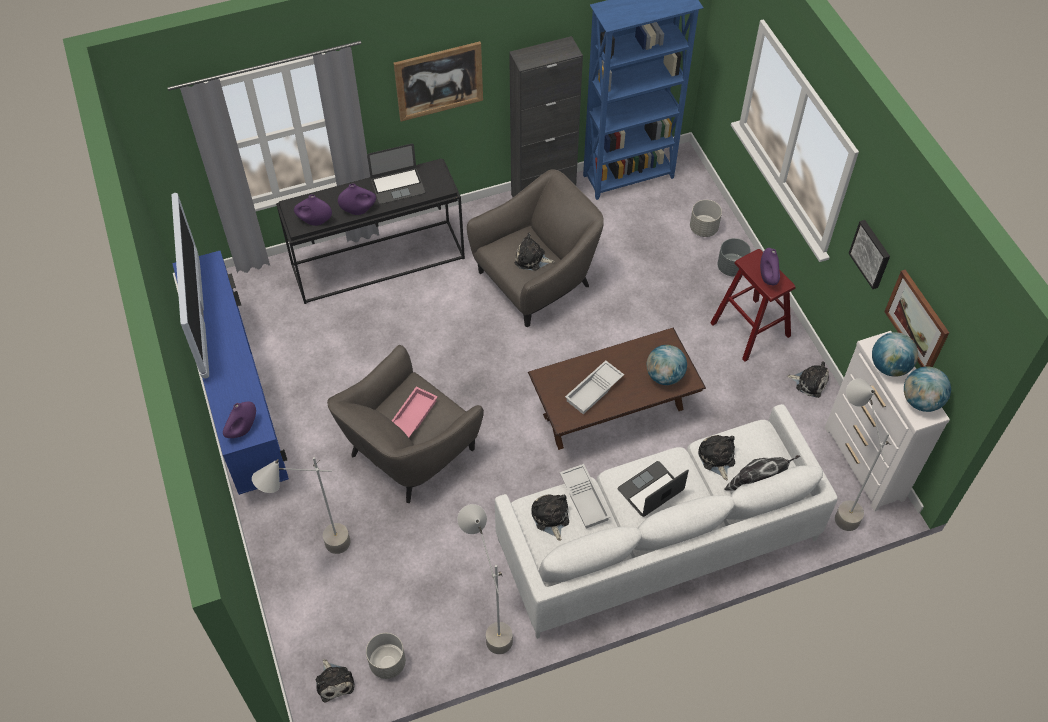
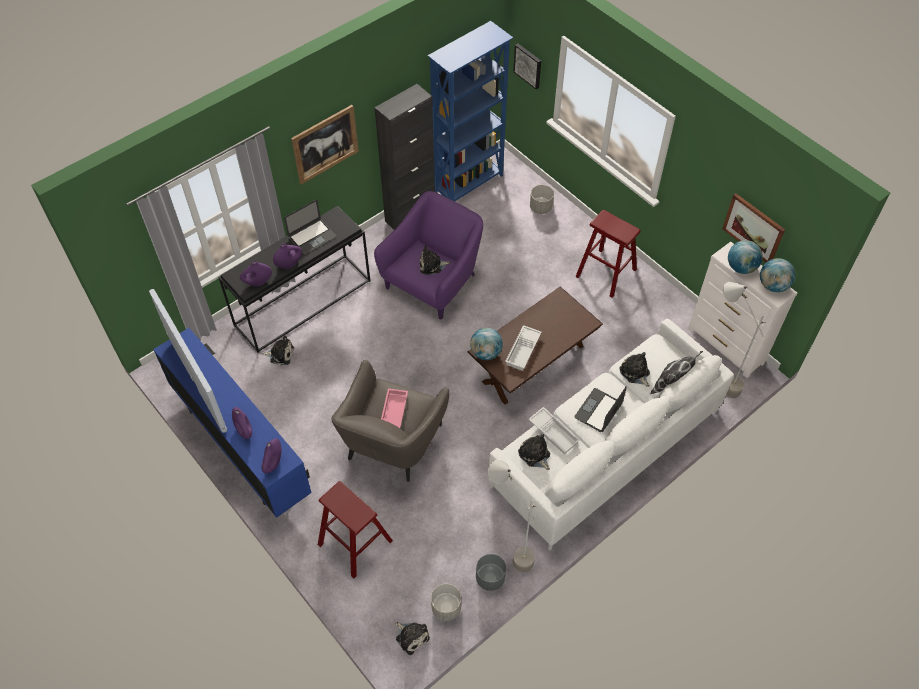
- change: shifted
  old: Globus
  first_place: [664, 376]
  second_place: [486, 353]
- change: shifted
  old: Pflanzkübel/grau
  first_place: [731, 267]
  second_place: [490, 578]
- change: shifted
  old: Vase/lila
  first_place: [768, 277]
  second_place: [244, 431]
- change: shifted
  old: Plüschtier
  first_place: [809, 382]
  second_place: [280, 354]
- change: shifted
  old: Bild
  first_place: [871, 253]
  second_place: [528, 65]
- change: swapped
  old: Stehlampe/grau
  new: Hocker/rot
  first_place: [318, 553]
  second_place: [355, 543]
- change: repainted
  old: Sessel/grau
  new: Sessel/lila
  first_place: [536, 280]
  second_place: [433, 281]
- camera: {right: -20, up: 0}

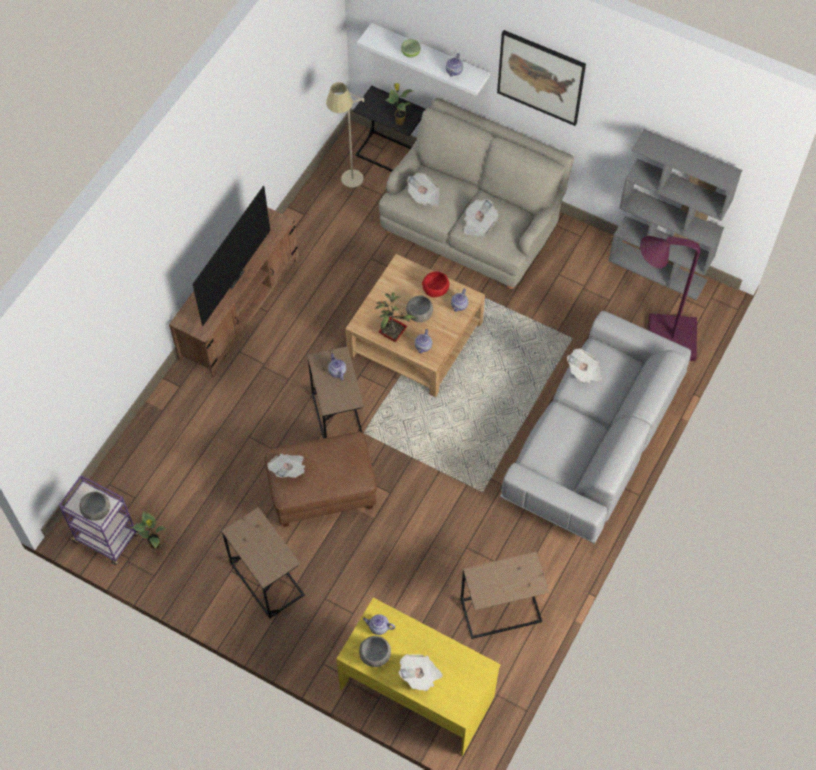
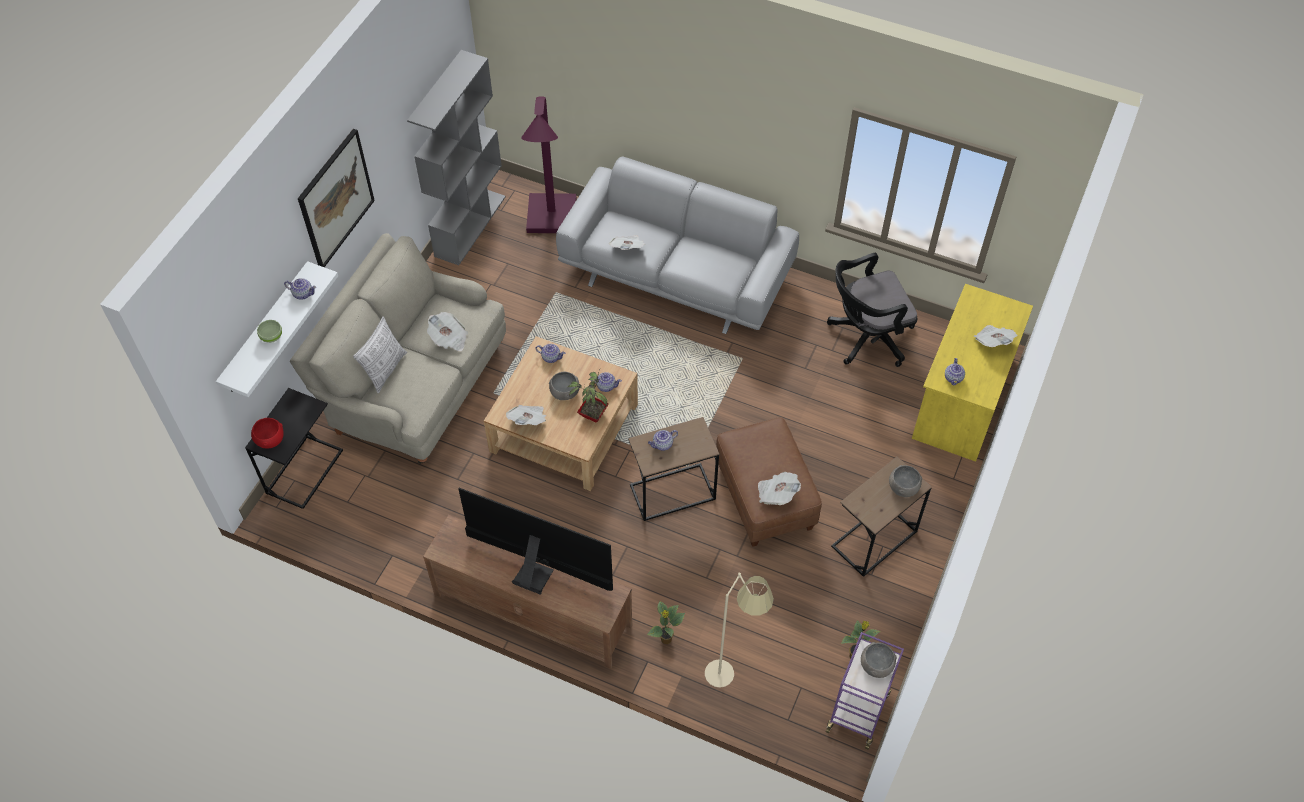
- change: new
  new: Kissen
  second_place: [385, 370]
- change: shifted
  old: Stehlampe/beige
  first_place: [349, 186]
  second_place: [733, 676]
- change: shifted
  old: Schüssel/grau
  first_place: [375, 655]
  second_place: [903, 487]
- change: shifted
  old: Topfpflanze
  first_place: [399, 121]
  second_place: [666, 640]
- change: shifted
  old: Zeitung
  first_place: [424, 196]
  second_place: [528, 420]
- change: shifted
  old: Schüssel/rot
  first_place: [435, 289]
  second_place: [270, 439]
- change: swapped
  old: Beistelltisch/braun
  new: Bürostuhl/schwarz
  first_place: [501, 610]
  second_place: [866, 337]
- camera: {right: -95, up: -5}

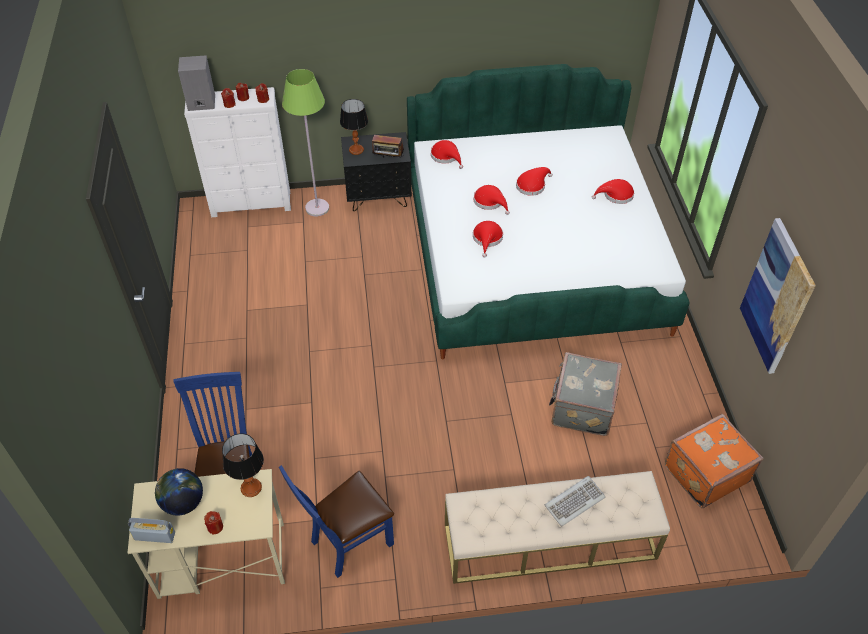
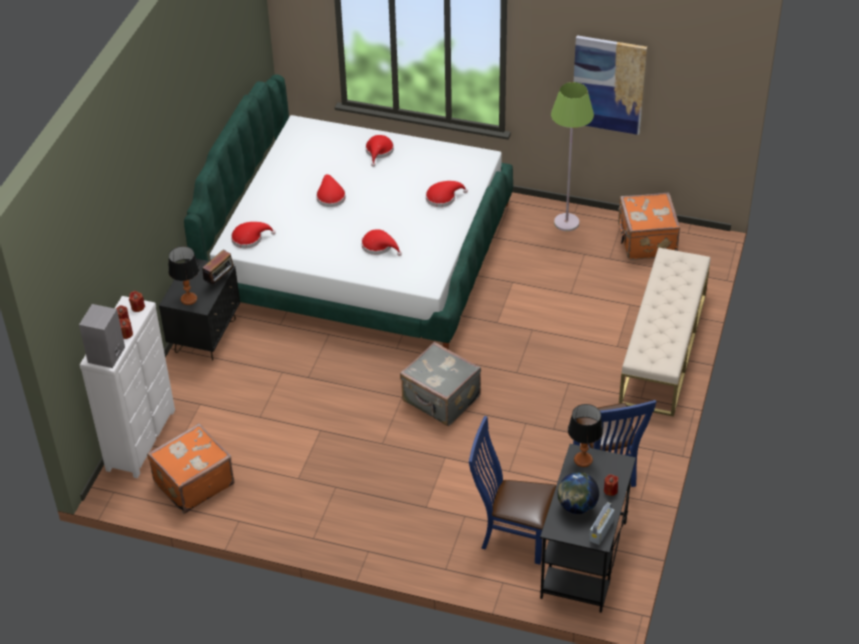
- change: gone
  old: Tastatur
  first_place: [574, 501]
- change: new
  new: Koffer/orange
  second_place: [193, 482]
- change: shifted
  old: Stehlampe/grün
  first_place: [317, 208]
  second_place: [566, 222]
- change: shifted
  old: Hut/rot
  first_place: [490, 202]
  second_place: [443, 197]
- change: shifted
  old: Koffer/grau
  first_place: [581, 407]
  second_place: [440, 400]
- change: repainted
  old: Schreibtisch/beige
  new: Schreibtisch/schwarz
  first_place: [221, 560]
  second_place: [584, 560]
- camera: {right: -65, up: -5}

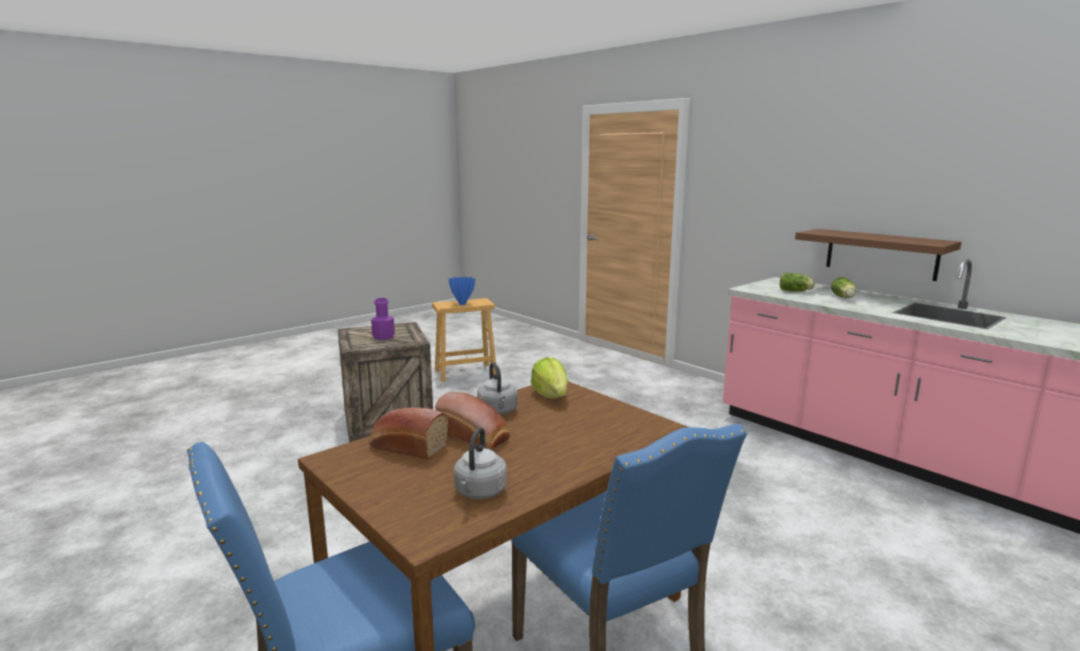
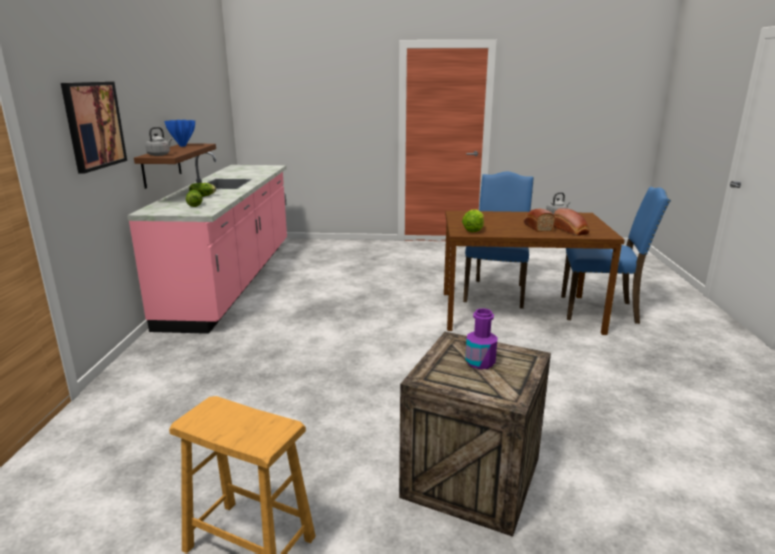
- change: new
  new: Bild
  second_place: [94, 125]
- change: shifted
  old: Vase/blau
  first_place: [462, 304]
  second_place: [182, 146]
- change: shifted
  old: Wasserkessel/grau
  first_place: [498, 412]
  second_place: [160, 155]
- camera: {right: -135, up: 5}

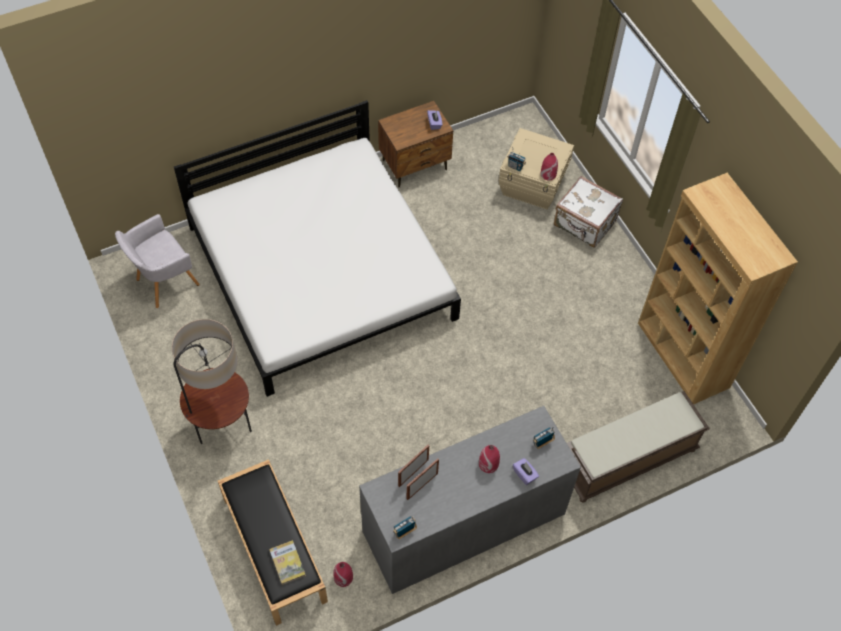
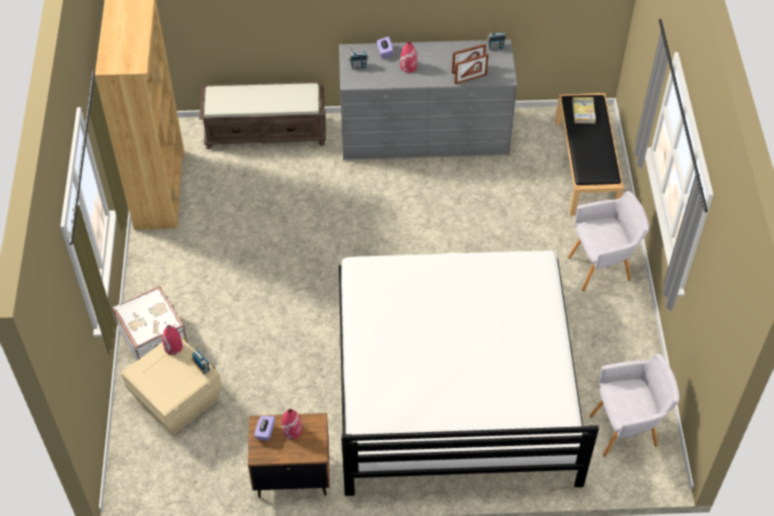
- change: shifted
  old: Vase/rot
  first_place: [343, 577]
  second_place: [292, 430]
- change: swapped
  old: Stehlampe
  new: Sessel/grau
  first_place: [223, 428]
  second_place: [602, 268]
- camera: {right: -155, up: -5}

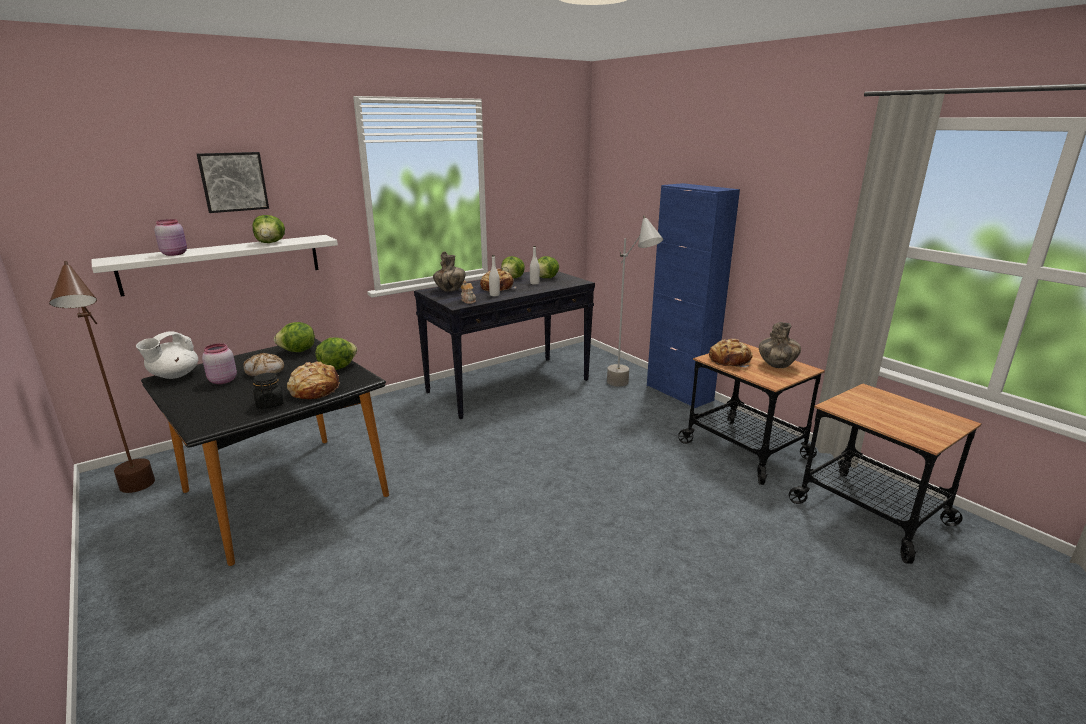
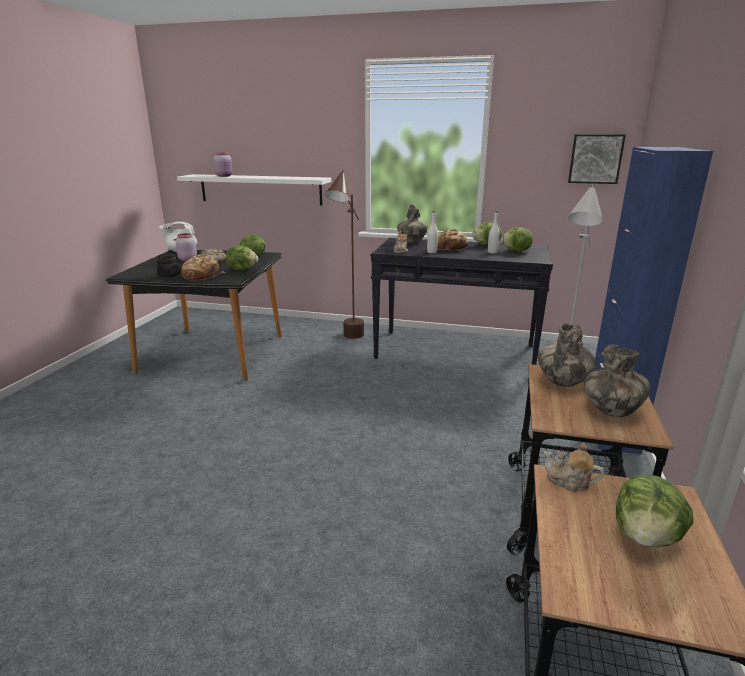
- change: new
  new: Teekanne
  second_place: [569, 482]
- change: shifted
  old: Stehlampe/braun
  first_place: [138, 496]
  second_place: [348, 341]
- change: shifted
  old: Bild
  first_place: [233, 181]
  second_place: [595, 159]
- change: shifted
  old: Salatkopf
  first_place: [270, 243]
  second_place: [645, 536]
- change: swapped
  old: Brot
  new: Vase
  first_place: [730, 361]
  second_place: [562, 382]
- camera: {right: 50, up: 0}

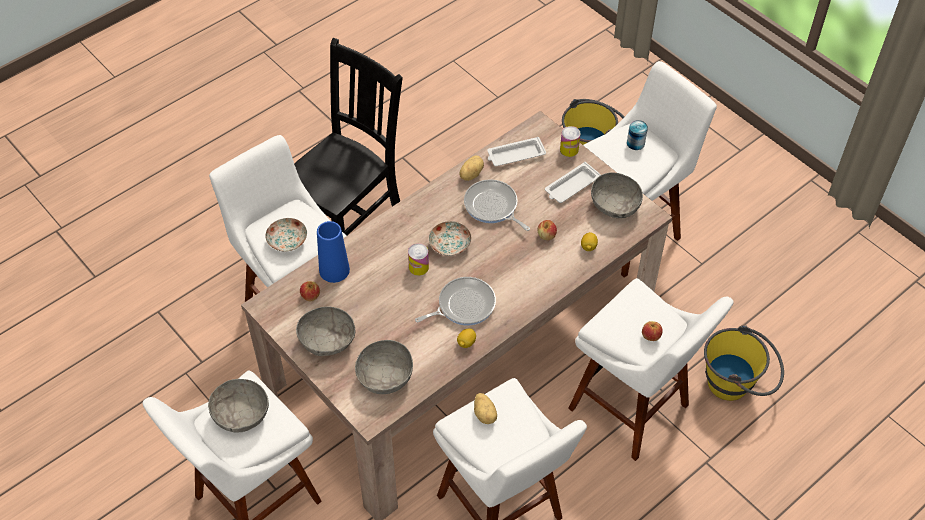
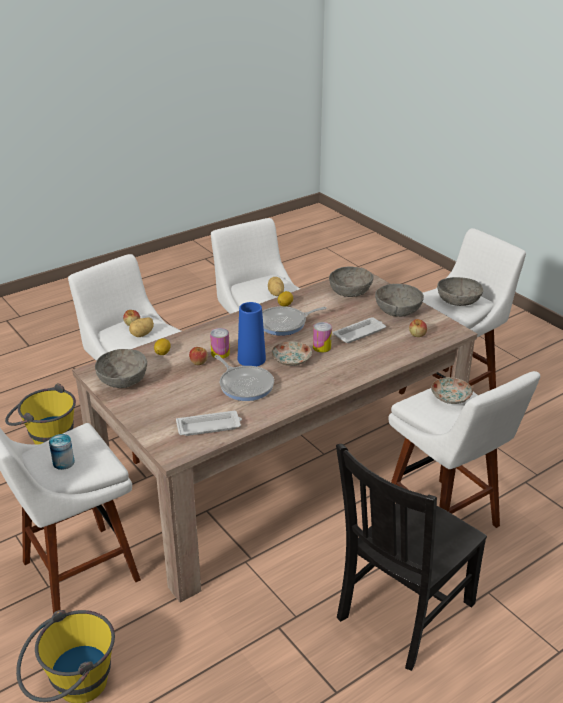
- change: shifted
  old: Vase/blau
  first_place: [334, 270]
  second_place: [251, 359]
- change: shifted
  old: Kartoffel
  first_place: [470, 174]
  second_place: [142, 334]
- change: shifted
  old: Tablett/weiß
  first_place: [571, 186]
  second_place: [360, 333]
- change: shifted
  old: Dose
  first_place: [569, 149]
  second_place: [220, 353]
- camera: {right: -175, up: -20}

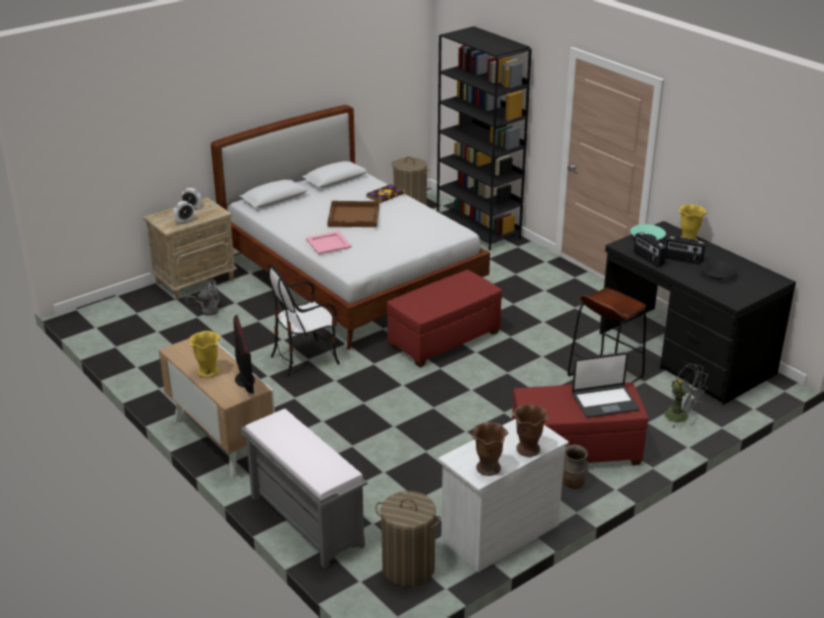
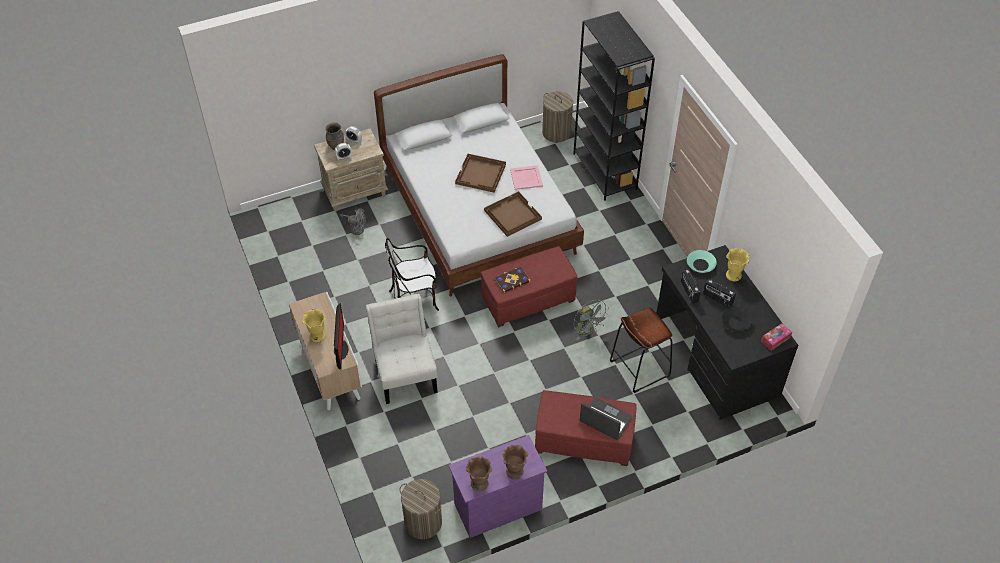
- change: gone
  old: Bank/grau
  first_place: [305, 521]
- change: new
  new: Stuhl/weiß
  second_place: [405, 372]
- change: new
  new: Tablett/braun
  second_place: [512, 215]
- change: new
  new: Taschentuchbox
  second_place: [775, 339]
- change: shifted
  old: Tablett/rosa
  first_place: [328, 243]
  second_place: [526, 177]
- change: shifted
  old: Buch
  first_place: [385, 194]
  second_place: [512, 280]
- change: shifted
  old: Vase/braun
  first_place: [573, 484]
  second_place: [336, 146]
- change: shifted
  old: Ventilator/grau
  first_place: [681, 417]
  second_place: [588, 331]
- change: repainted
  old: Kommode/weiß
  new: Kommode/lila
  first_place: [499, 533]
  second_place: [497, 506]
- change: rotated
  old: Laptop
  first_place: [604, 402]
  second_place: [605, 420]
  degrees: -150
- camera: {right: 15, up: 20}

